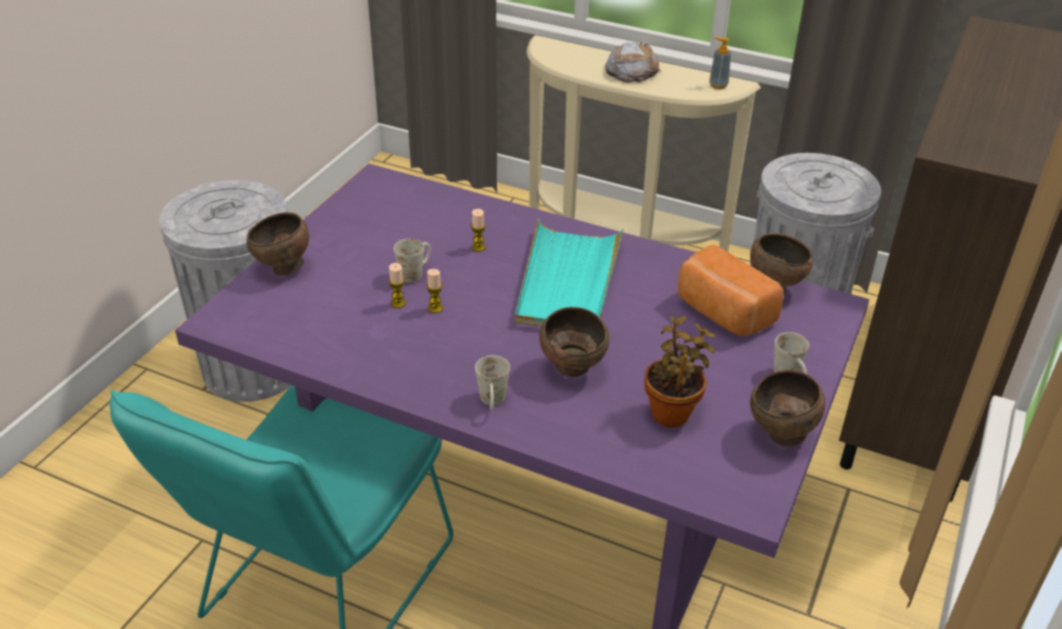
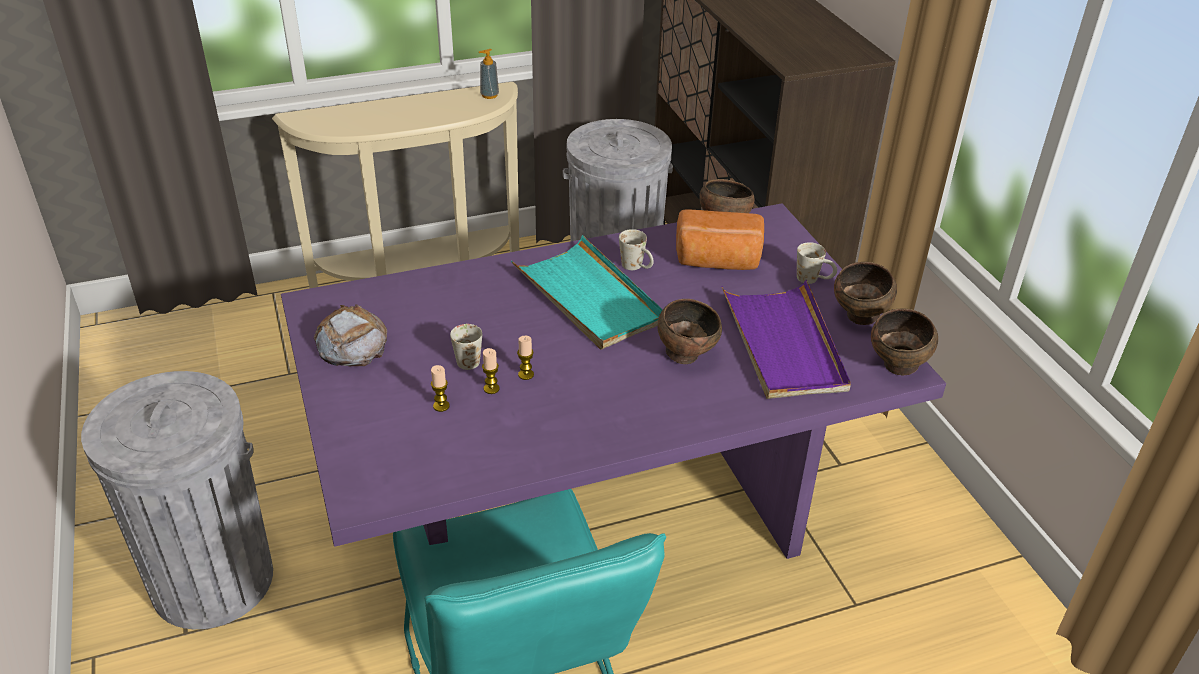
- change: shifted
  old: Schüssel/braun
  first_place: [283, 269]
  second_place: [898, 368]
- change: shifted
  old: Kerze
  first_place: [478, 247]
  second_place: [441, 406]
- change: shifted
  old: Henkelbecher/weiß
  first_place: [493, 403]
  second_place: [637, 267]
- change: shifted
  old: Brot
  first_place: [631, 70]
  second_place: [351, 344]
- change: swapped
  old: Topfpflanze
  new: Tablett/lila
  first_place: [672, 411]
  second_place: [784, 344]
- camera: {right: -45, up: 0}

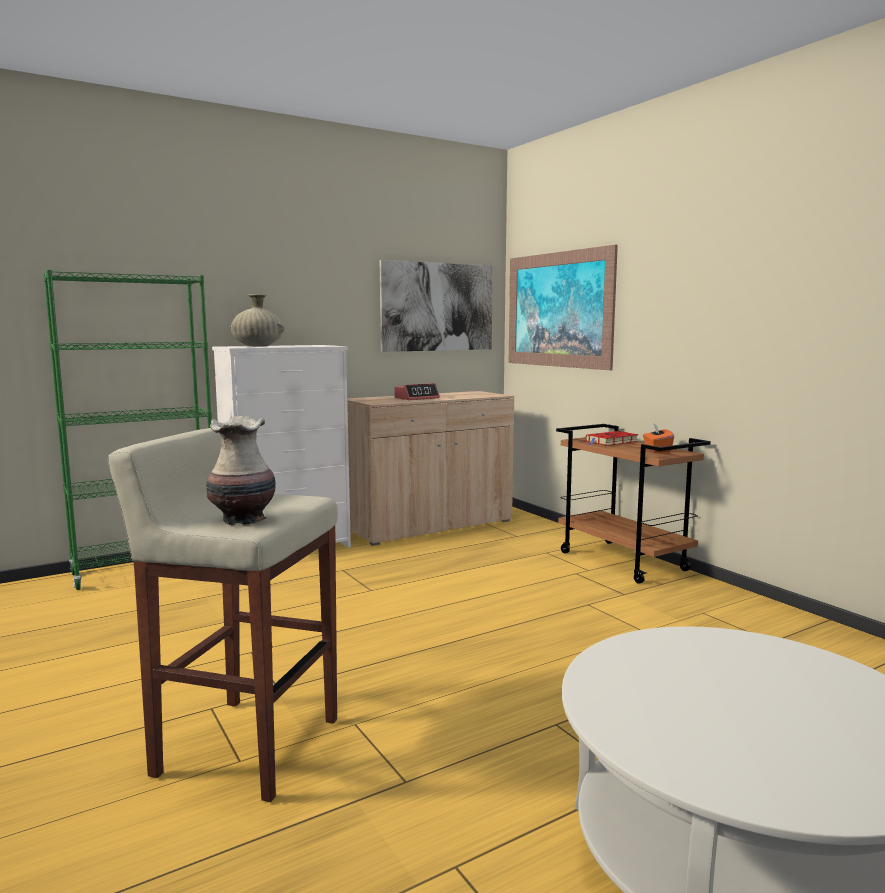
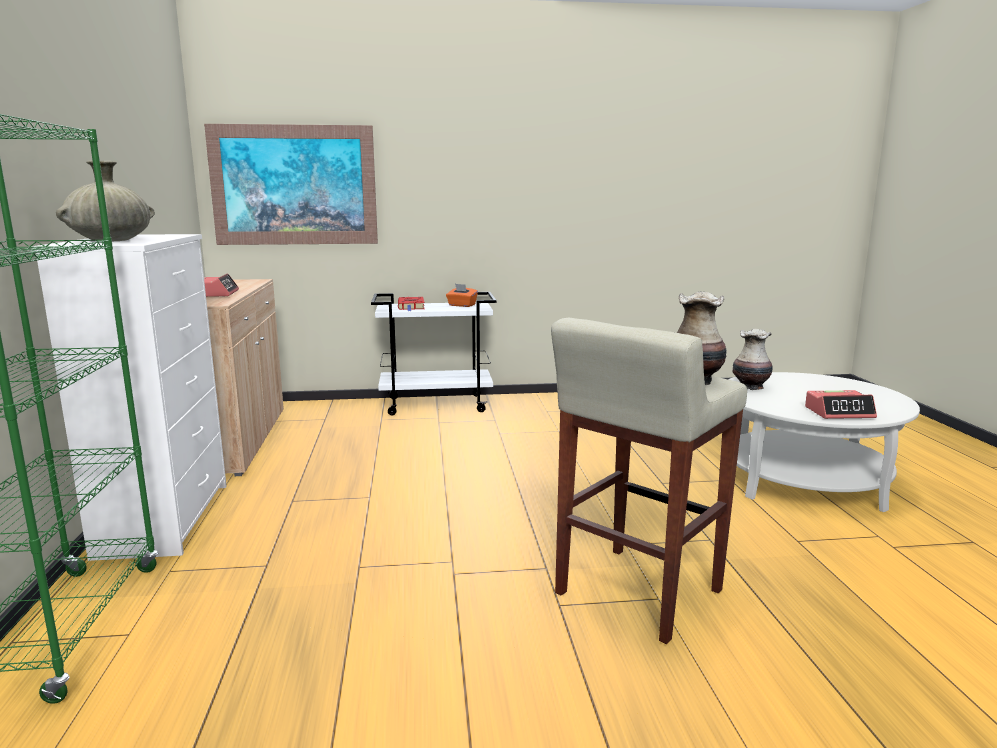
- change: gone
  old: Bild
  first_place: [437, 307]
- change: new
  new: Vase
  second_place: [751, 387]
- change: new
  new: Wecker
  second_place: [839, 412]
- change: repainted
  old: Rollwagen/braun
  new: Rollwagen/weiß
  first_place: [624, 561]
  second_place: [437, 404]
- camera: {right: -65, up: 5}

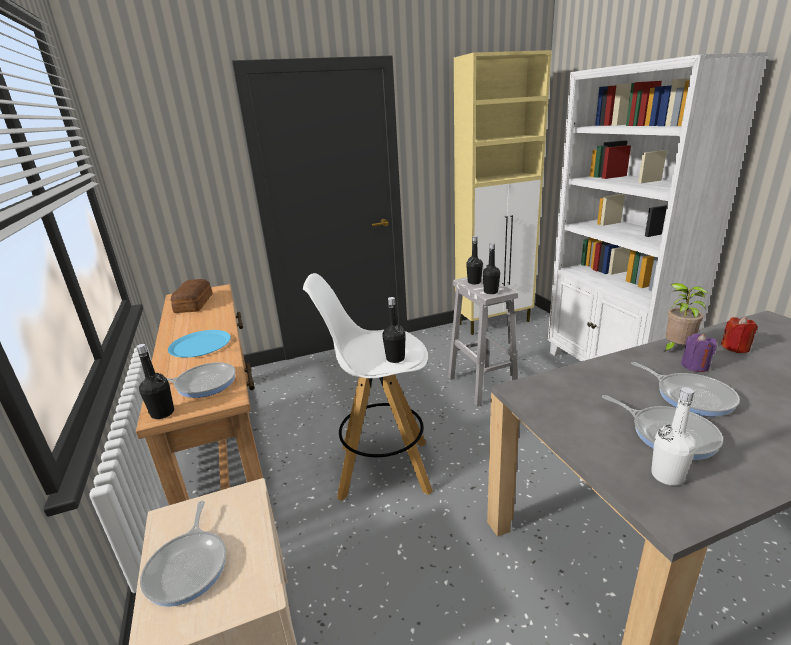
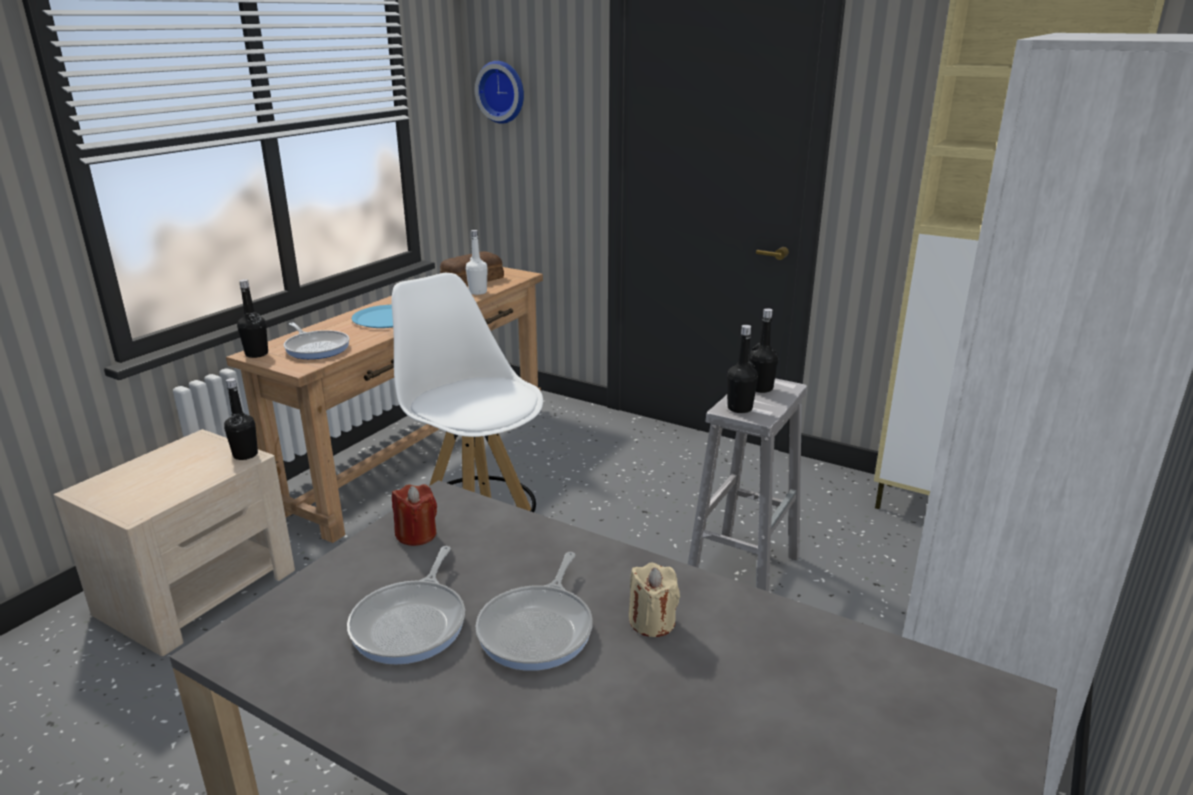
- change: gone
  old: Pfanne
  first_place: [189, 566]
- change: gone
  old: Topfpflanze
  first_place: [676, 349]
- change: new
  new: Wanduhr
  second_place: [502, 92]
- change: shifted
  old: Flasche/schwarz
  first_place: [395, 358]
  second_place: [245, 455]
- change: shifted
  old: Flasche/weiß
  first_place: [667, 476]
  second_place: [478, 292]
- change: shifted
  old: Kerze/rot
  first_place: [735, 348]
  second_place: [416, 535]
- change: repainted
  old: Kerze/lila
  new: Kerze/beige
  first_place: [695, 366]
  second_place: [652, 622]
- camera: {right: 50, up: 0}

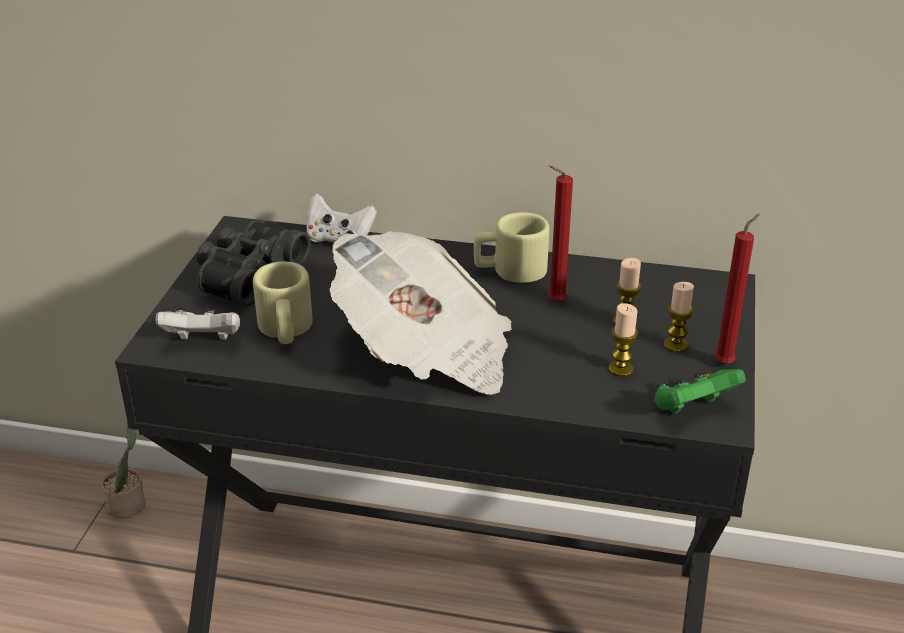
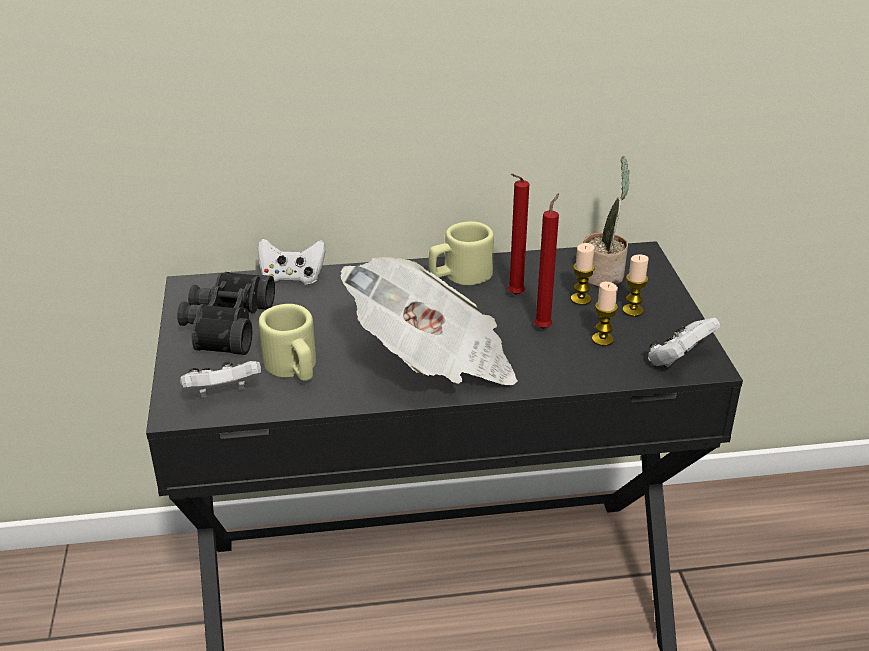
- change: shifted
  old: Topfpflanze
  first_place: [129, 504]
  second_place: [603, 274]
- change: shifted
  old: Kerze/rot
  first_place: [726, 363]
  second_place: [544, 327]
- change: repainted
  old: Gamepad/grün
  new: Gamepad/weiß
  first_place: [692, 409]
  second_place: [678, 360]
- camera: {right: -20, up: 0}

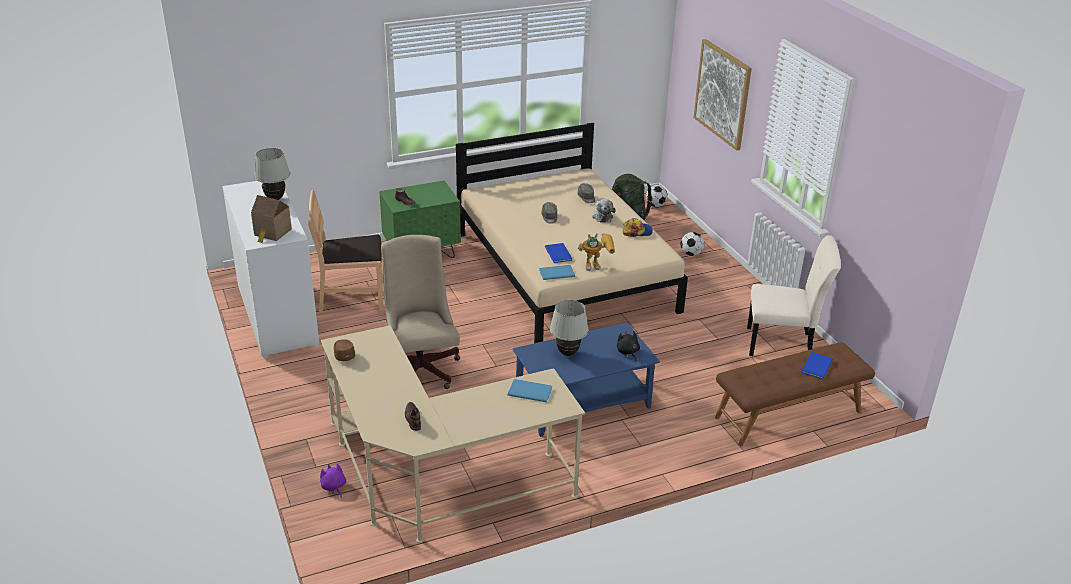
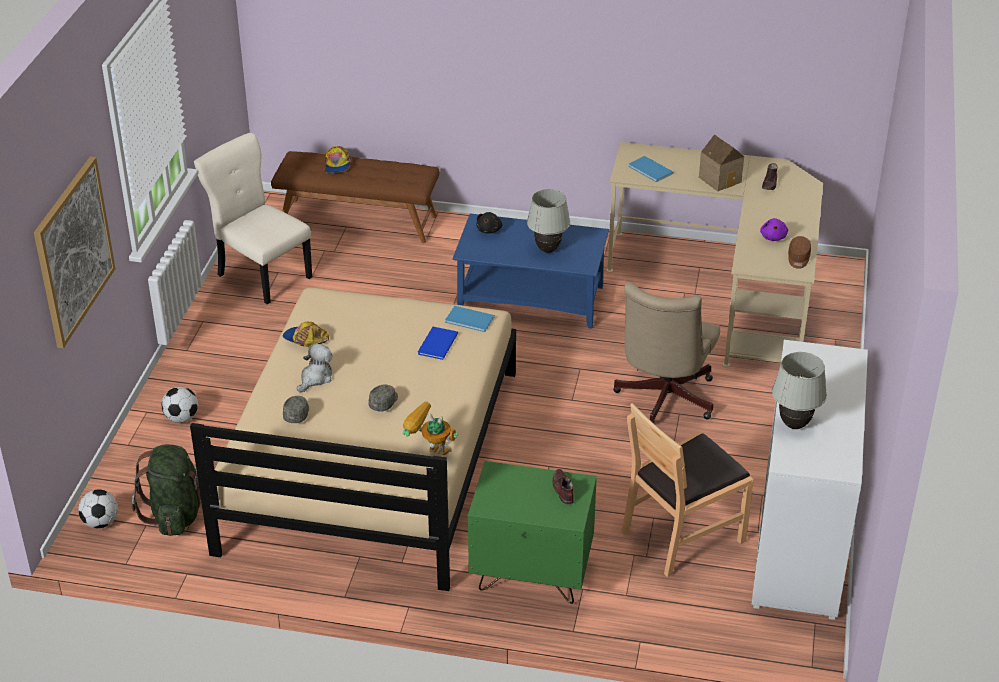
- change: shifted
  old: Spielzeughaus
  first_place: [272, 233]
  second_place: [721, 179]
- change: shifted
  old: Plüschtier/lila
  first_place: [333, 487]
  second_place: [773, 237]
- change: shifted
  old: Spielzeugroboter
  first_place: [597, 265]
  second_place: [429, 453]
- change: swapped
  old: Buch/blau
  new: Kappe
  first_place: [815, 366]
  second_place: [337, 164]
- change: rotated
  old: Stuhl/braun
  first_place: [352, 297]
  second_place: [682, 535]
  degrees: 120
- camera: {right: -145, up: 5}

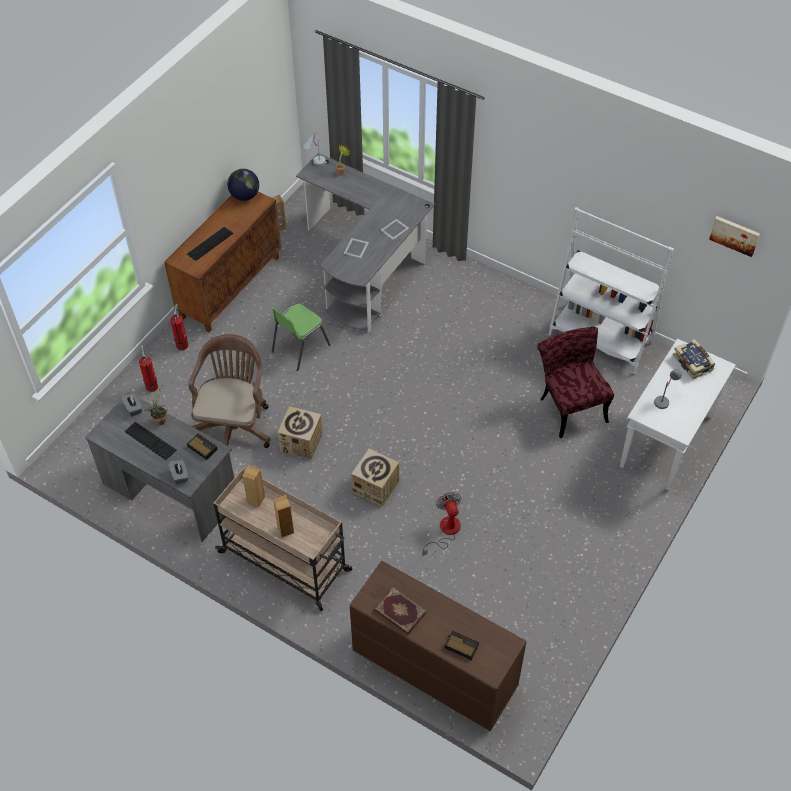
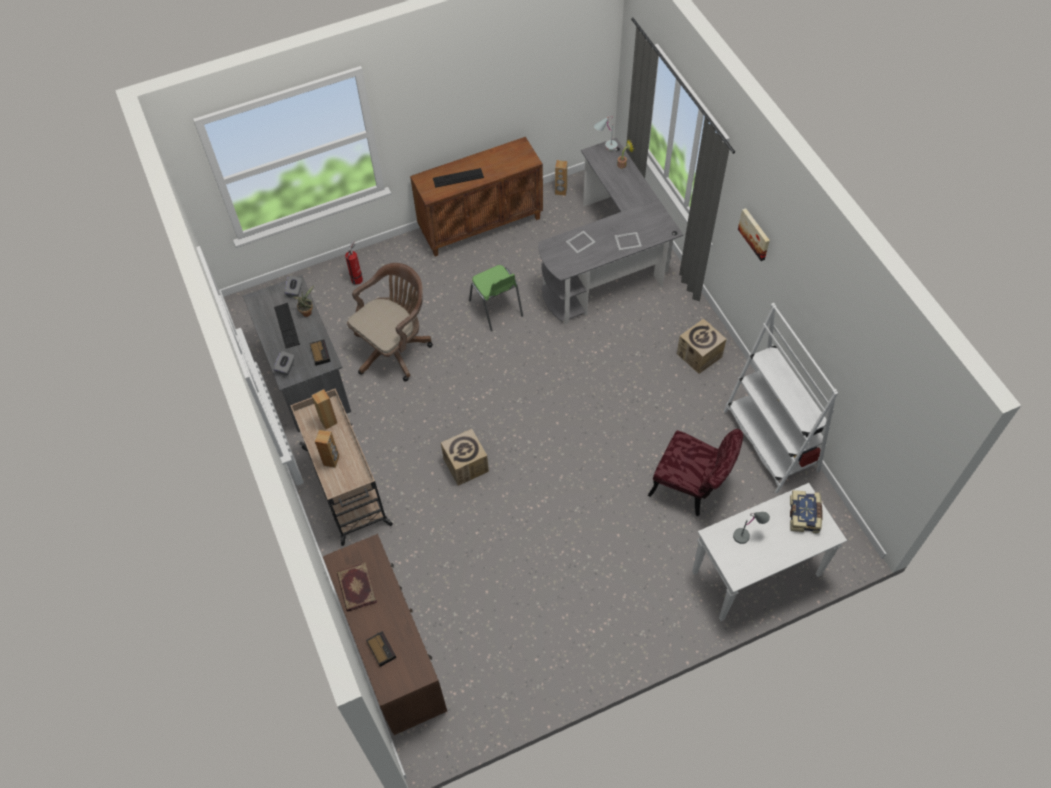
- change: gone
  old: Feuerlöscher
  first_place: [182, 344]
- change: gone
  old: Globus
  first_place: [245, 196]
- change: gone
  old: Ventilator
  first_place: [445, 531]
- change: shifted
  old: Karton
  first_place: [301, 442]
  second_place: [699, 355]
- change: shifted
  old: Bild
  first_place: [735, 235]
  second_place: [755, 234]
- change: rotated
  old: Stuhl/grün
  first_place: [300, 348]
  second_place: [496, 308]
  degrees: -105
- change: rotated
  old: Stuhl/rot
  first_place: [569, 405]
  second_place: [691, 488]
  degrees: 105
- camera: {right: 35, up: 5}

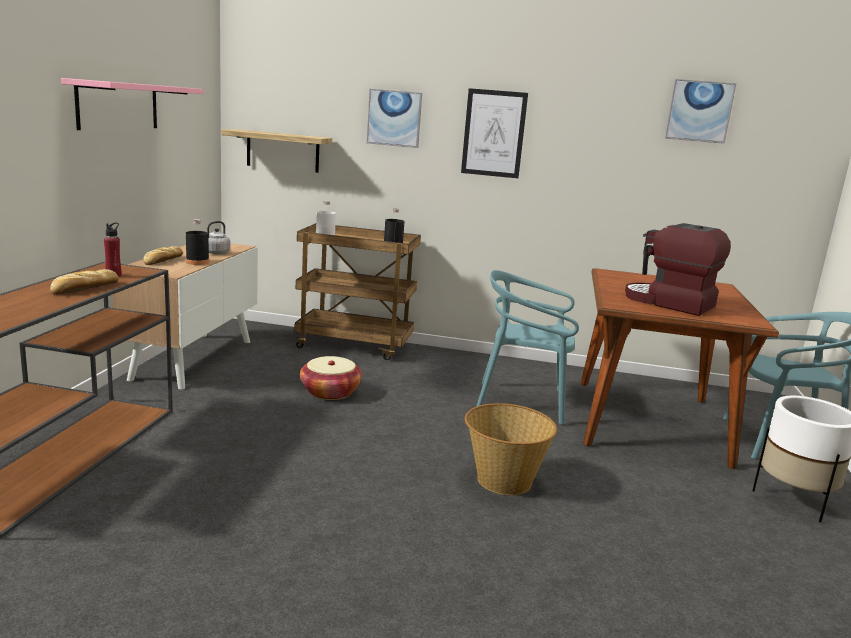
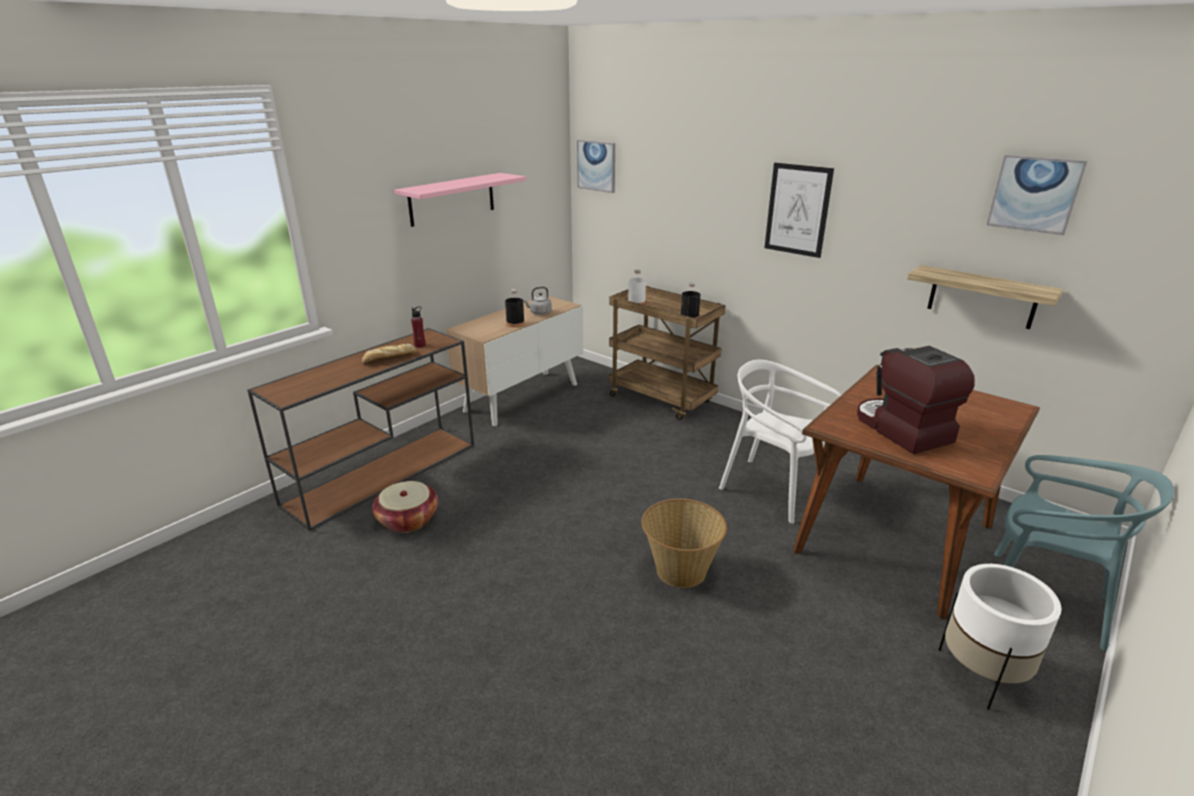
- change: gone
  old: Brot
  first_place: [163, 260]
- change: shifted
  old: Wandregal
  first_place: [283, 151]
  second_place: [982, 297]
- change: shifted
  old: Korb
  first_place: [330, 392]
  second_place: [408, 520]
- change: shifted
  old: Bild
  first_place: [394, 118]
  second_place: [596, 166]
- change: repainted
  old: Stuhl/türkis
  new: Stuhl/weiß
  first_place: [522, 401]
  second_place: [772, 488]
- camera: {right: 30, up: 10}

